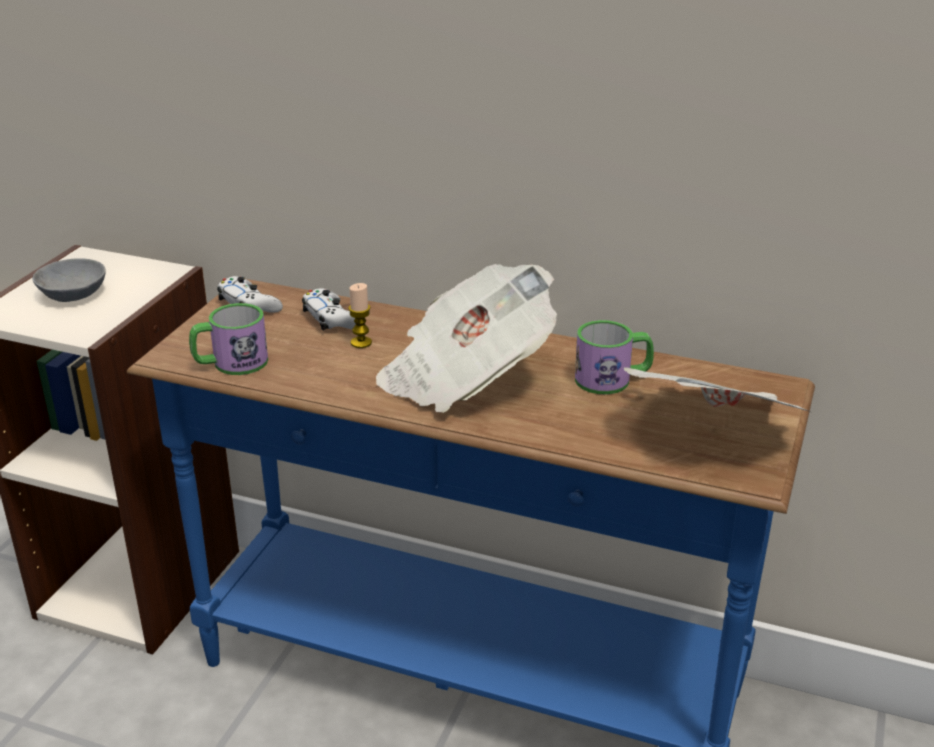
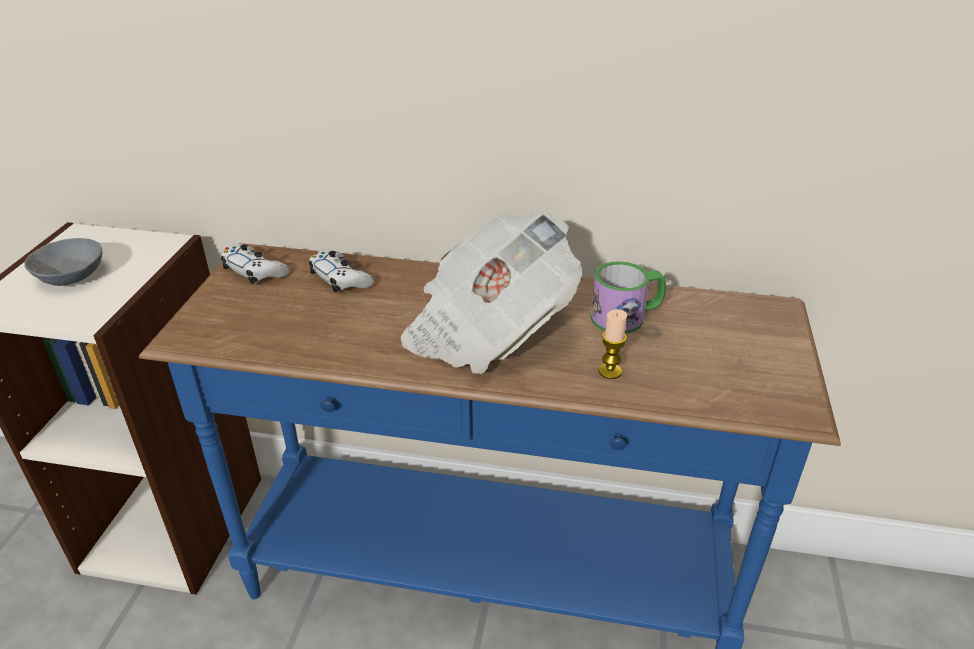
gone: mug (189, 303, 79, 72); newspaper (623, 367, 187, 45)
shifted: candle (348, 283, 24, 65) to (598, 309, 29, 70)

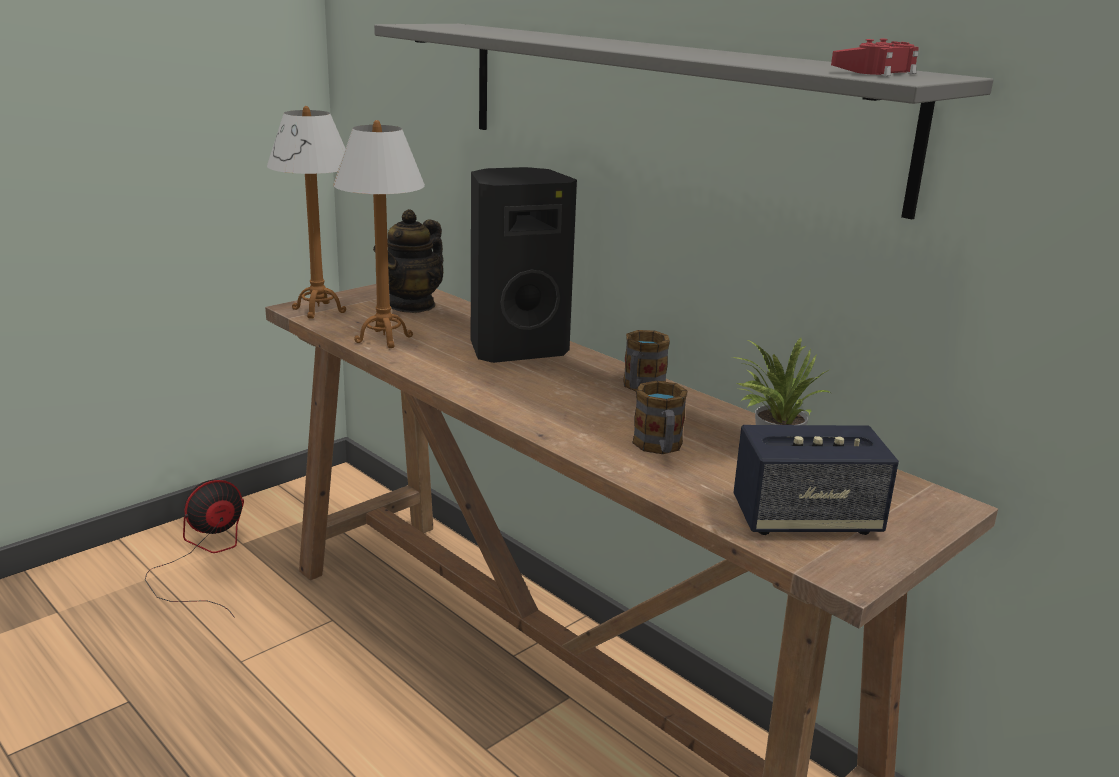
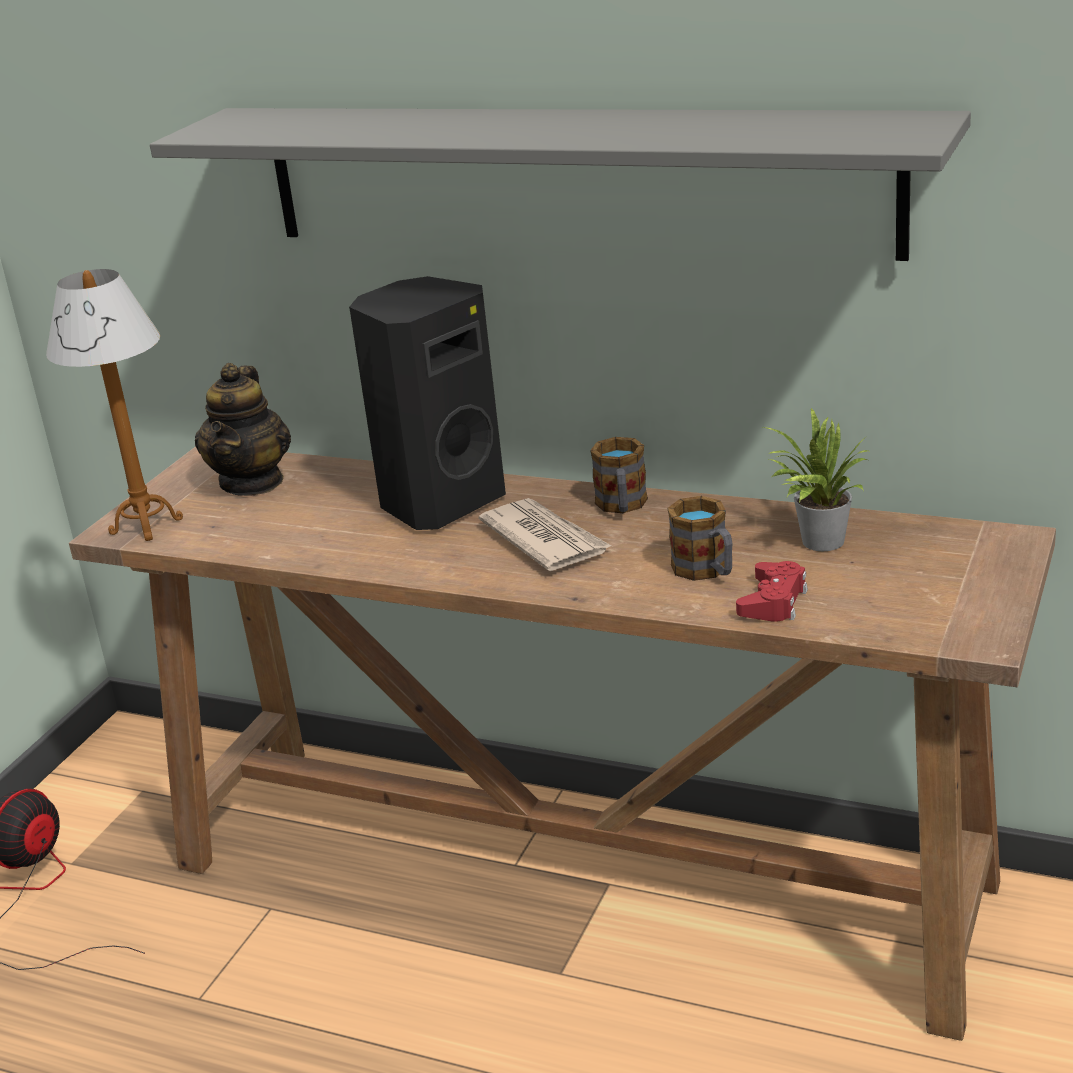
gone: table lamp (333, 120, 92, 228); speaker (733, 425, 166, 110)
new: newspaper (479, 498, 132, 73)
shifted: red game controller (831, 39, 88, 37) to (736, 561, 72, 61)

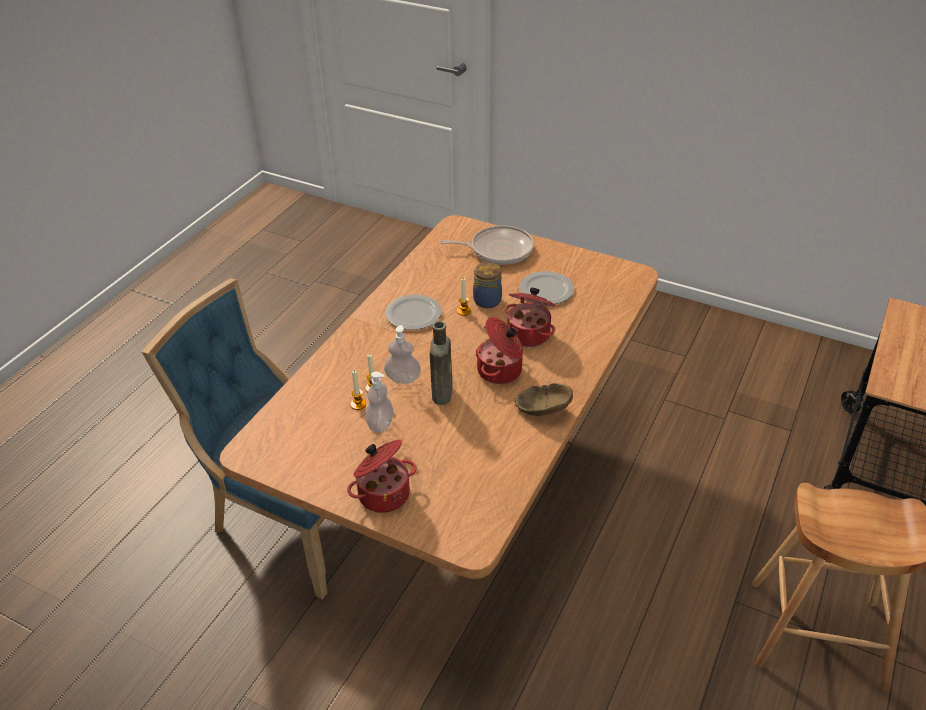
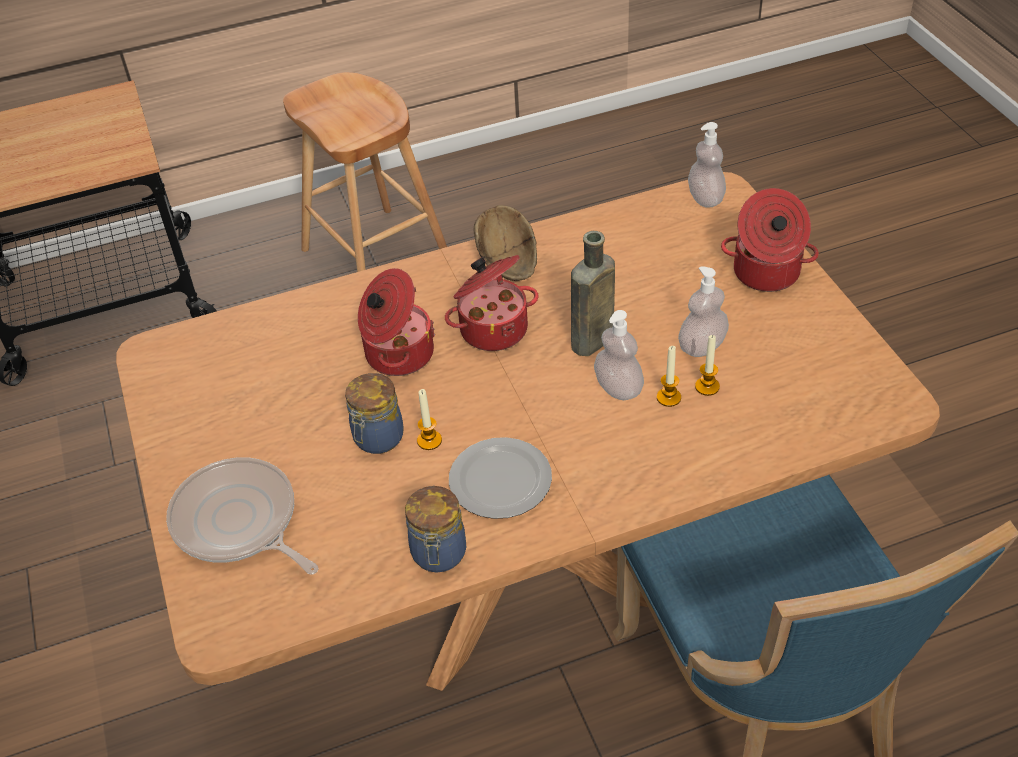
gone: plate (520, 271, 54, 33)
new: jar (405, 486, 61, 86); soap dispenser (688, 122, 38, 86)

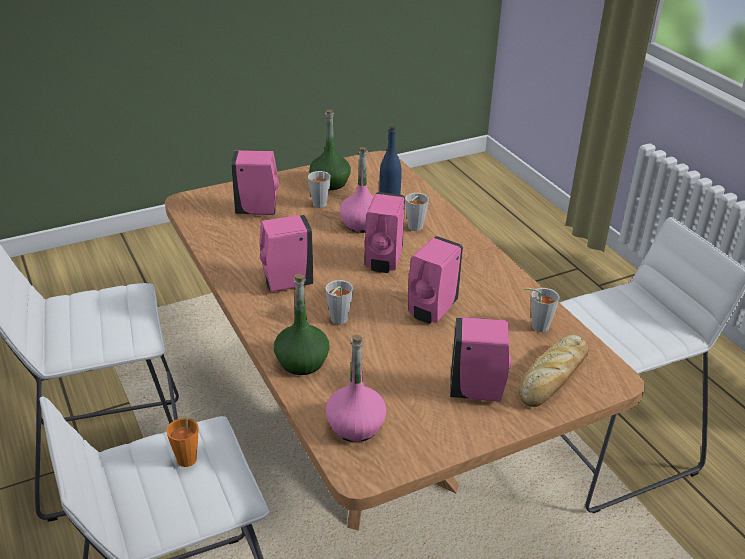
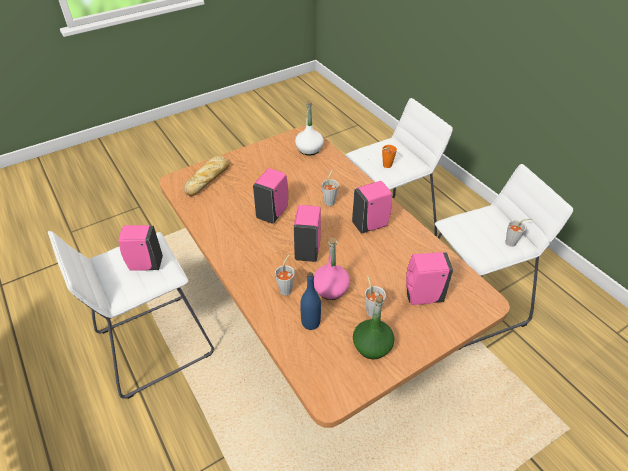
gone: green bottle (274, 274, 56, 101)
shifted: pink soap dispenser (450, 317, 62, 85) to (118, 225, 45, 46); grey cup (524, 288, 36, 44) to (505, 219, 27, 28)
repainted: pink bottle (326, 335, 61, 107) to white bottle (295, 101, 29, 55)

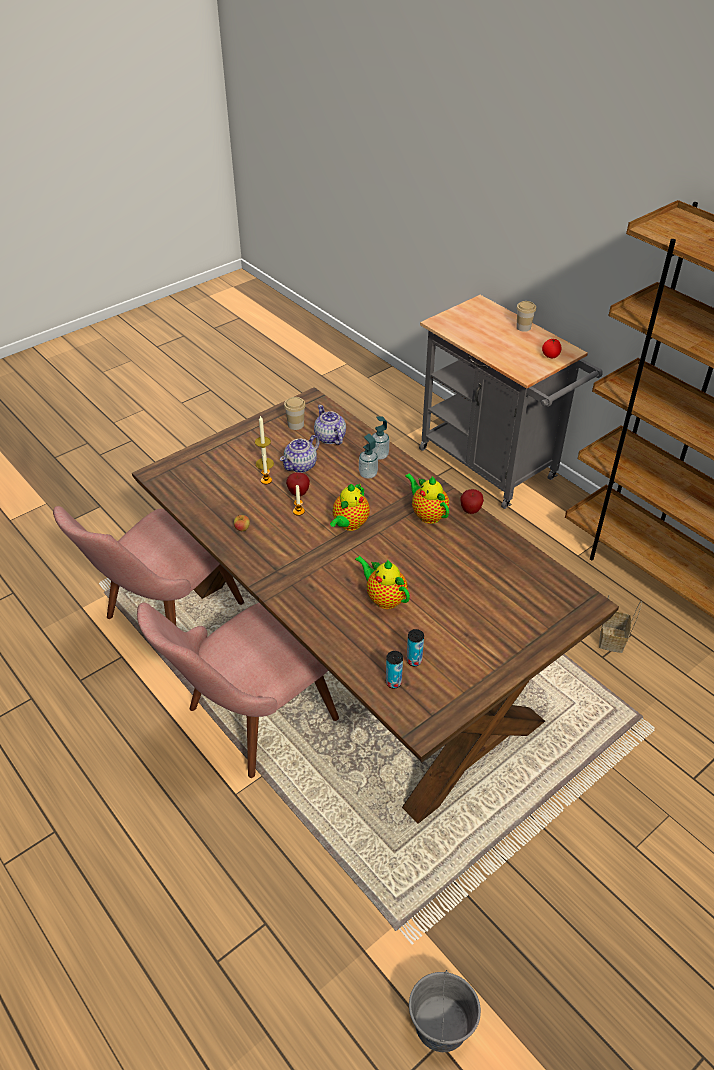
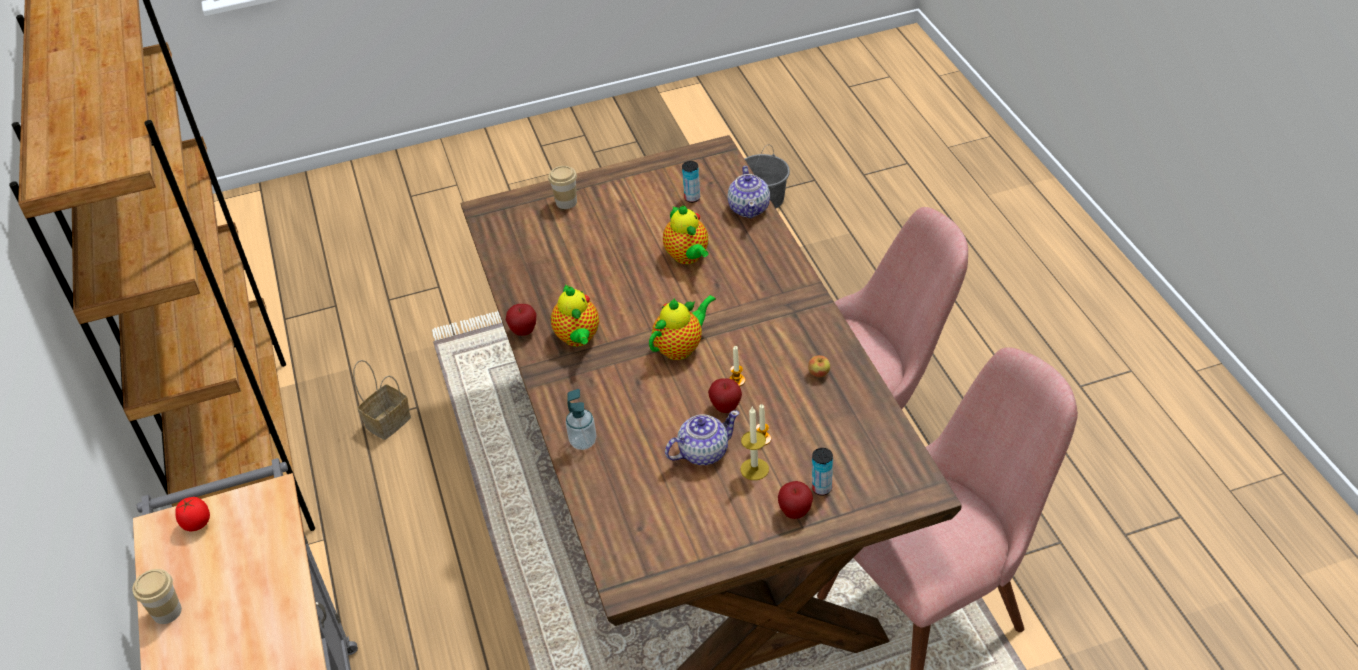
gone: soap dispenser (359, 434, 19, 45)
new: apple (778, 481, 35, 38)
shifted: cup (284, 397, 22, 33) to (548, 166, 29, 43); teapot (314, 405, 32, 40) to (728, 166, 42, 52); can (386, 651, 17, 37) to (812, 448, 21, 48)

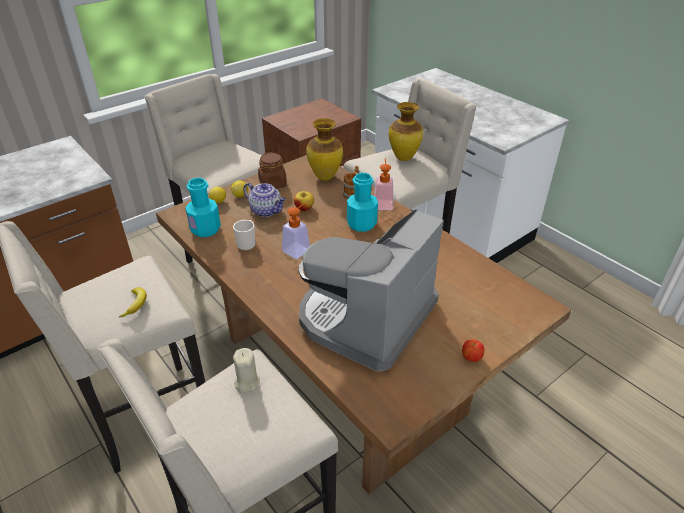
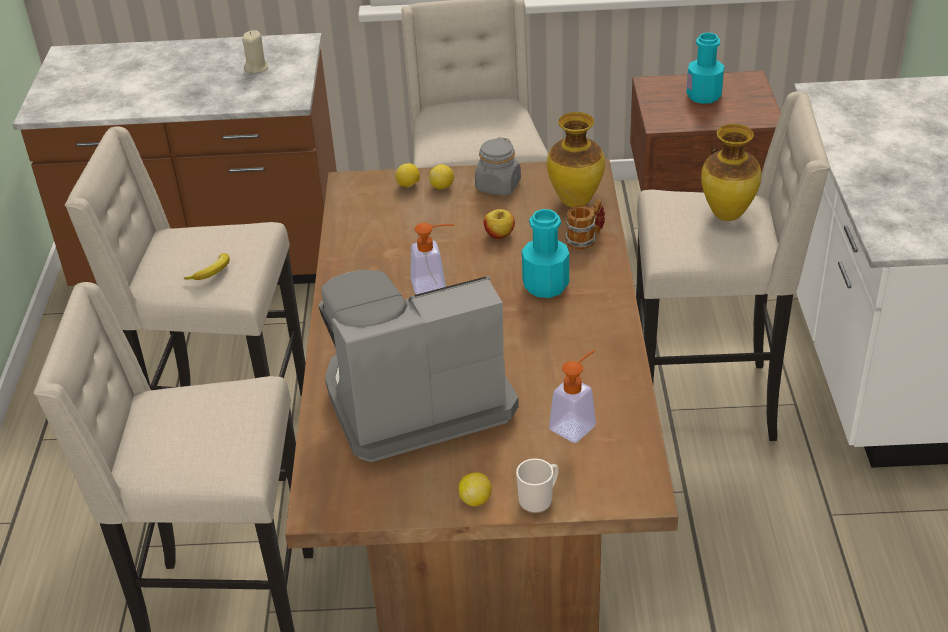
gone: teapot (243, 183, 43, 34)
shifted: beige candle (233, 348, 27, 45) to (242, 30, 26, 44); mug (233, 220, 23, 31) to (516, 458, 43, 55); soap dispenser (374, 158, 20, 52) to (549, 350, 47, 93); turquoise bottle (185, 178, 36, 59) to (686, 33, 38, 71)
swapped: apple (462, 339, 22, 23) to lemon (459, 472, 33, 34)
repainted: brown jar (258, 152, 29, 37) to grey jar (475, 137, 46, 58)

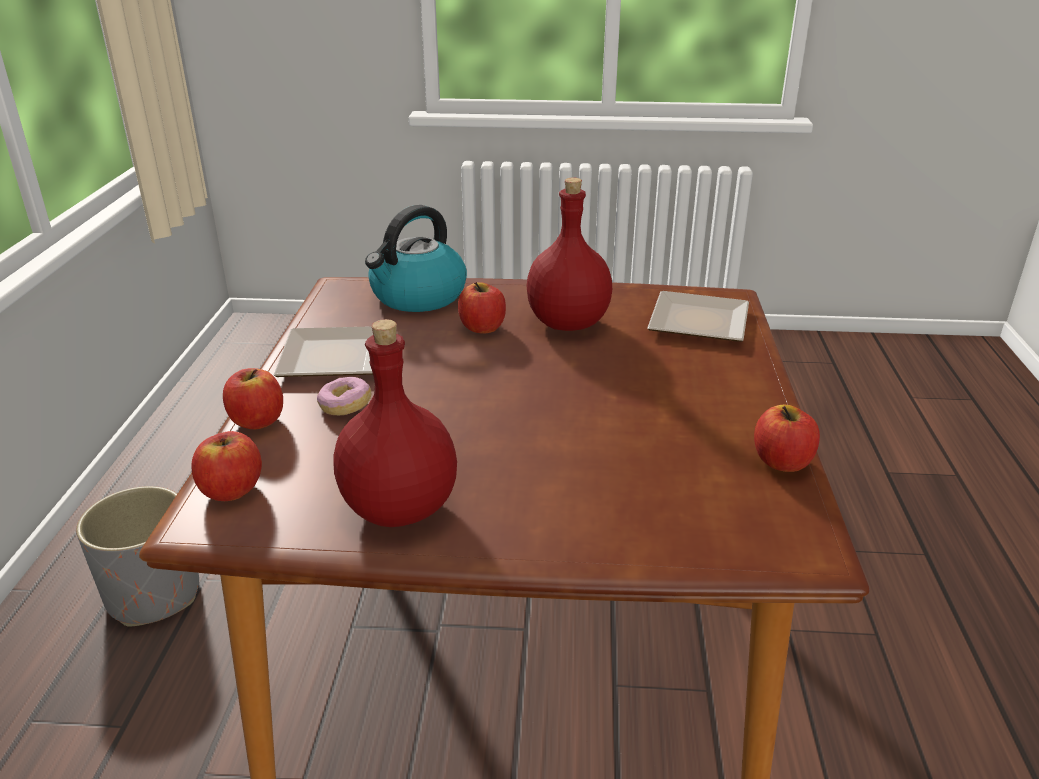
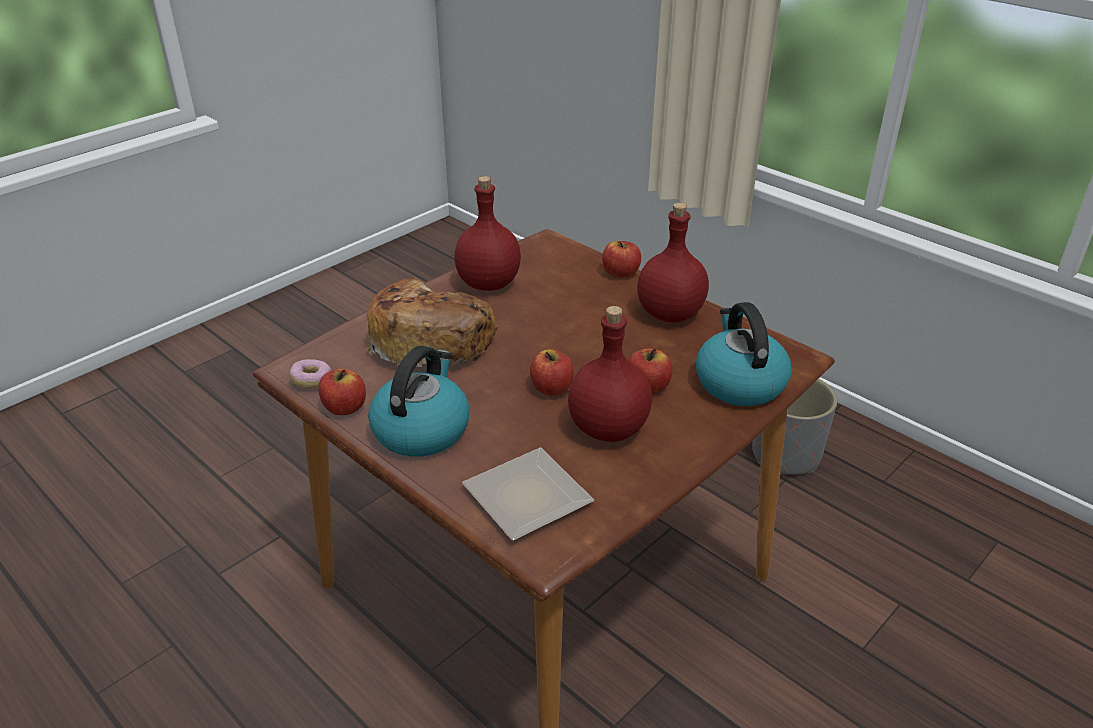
new: bread (366, 278, 132, 93); kettle (368, 346, 102, 111)
shifted: donut (317, 377, 54, 38) to (289, 359, 42, 29); apple (191, 431, 71, 70) to (530, 349, 44, 47)
swapped: plate (274, 326, 99, 51) to red bottle (637, 203, 72, 119)

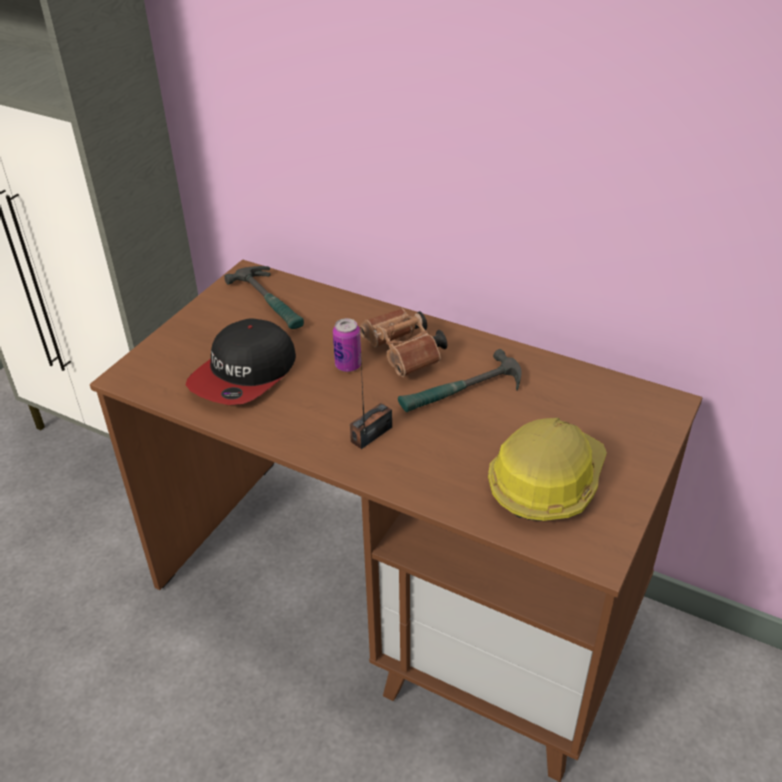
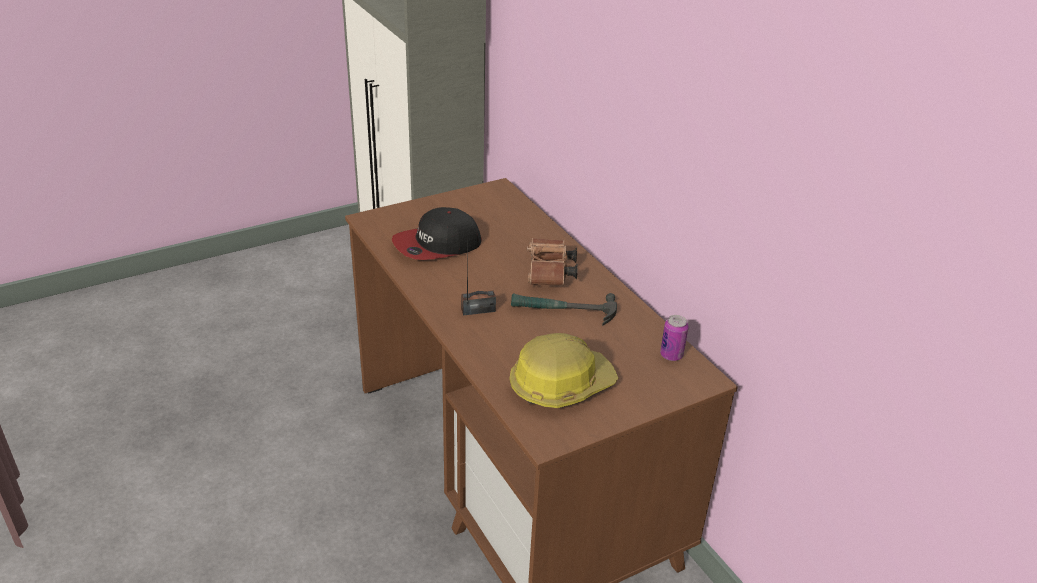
gone: hammer (225, 266, 79, 63)
shifted: can (333, 318, 29, 54) to (660, 315, 29, 46)

